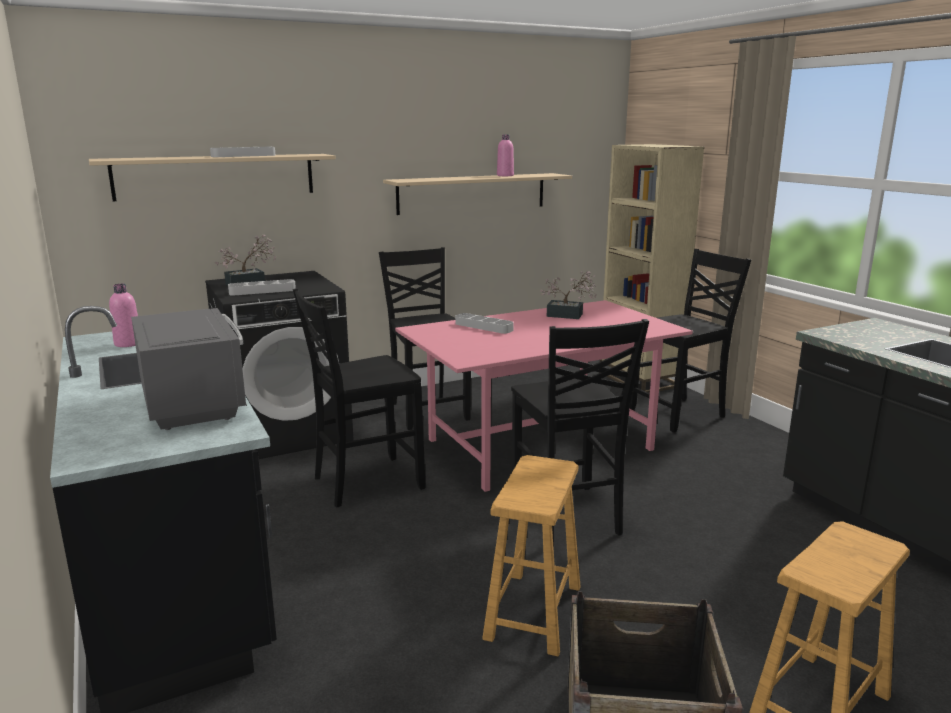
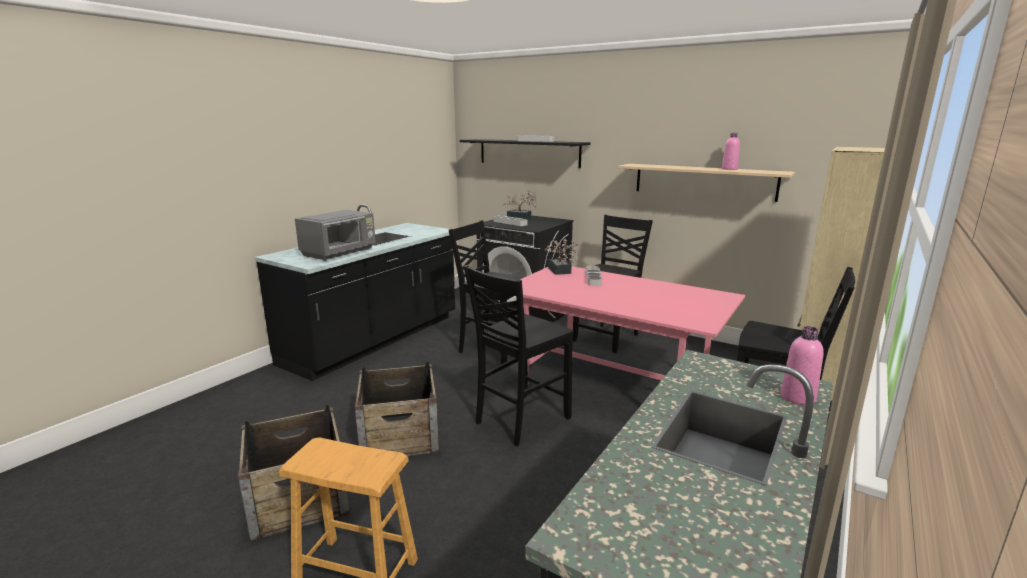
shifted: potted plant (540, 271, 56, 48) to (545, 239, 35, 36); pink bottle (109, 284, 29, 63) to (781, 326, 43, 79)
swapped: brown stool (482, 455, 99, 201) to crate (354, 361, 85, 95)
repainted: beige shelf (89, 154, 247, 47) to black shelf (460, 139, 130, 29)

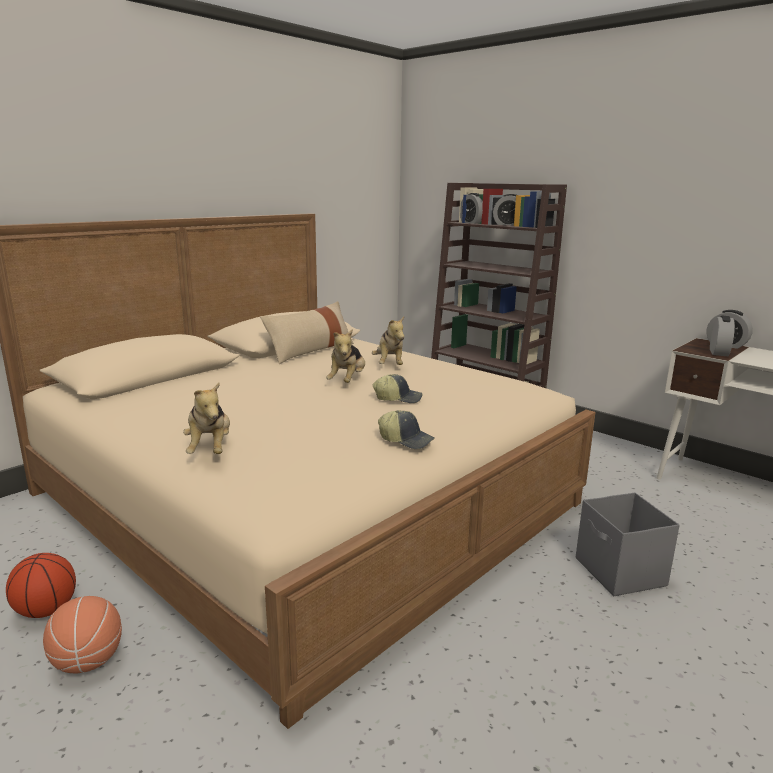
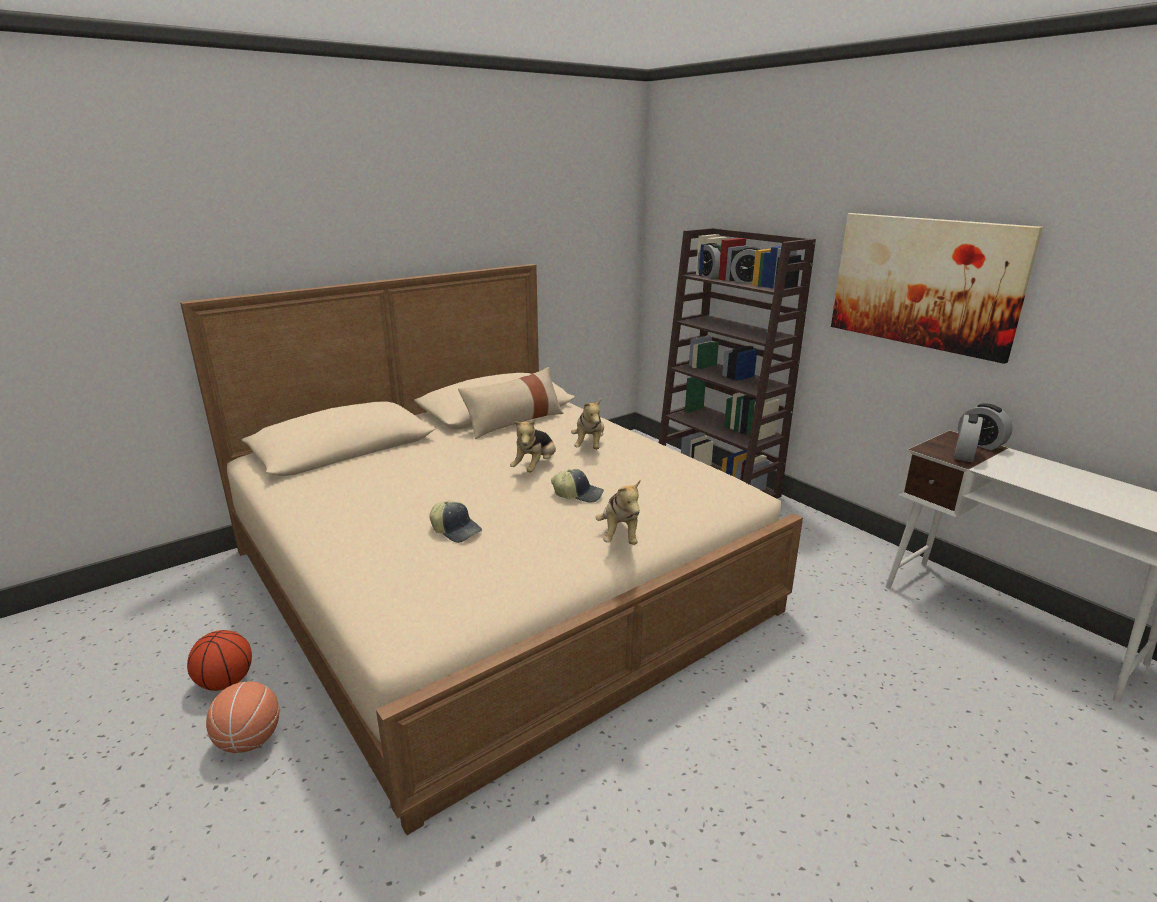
gone: grey storage box (576, 492, 104, 104)
new: picture (831, 213, 212, 151)
shifted: cap (378, 410, 57, 39) to (430, 501, 52, 42); plush toy (183, 383, 47, 71) to (596, 479, 45, 66)

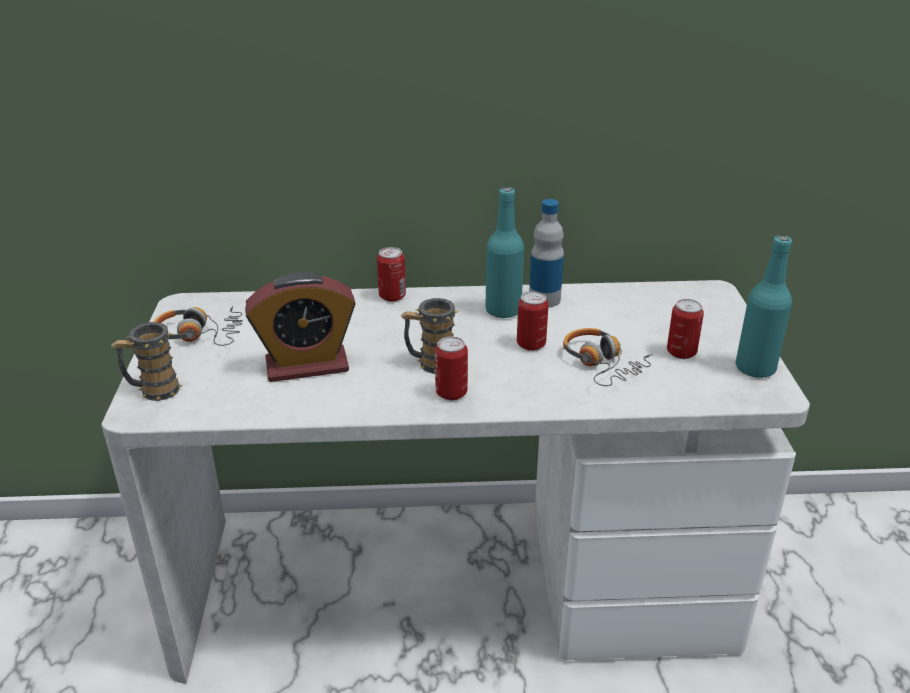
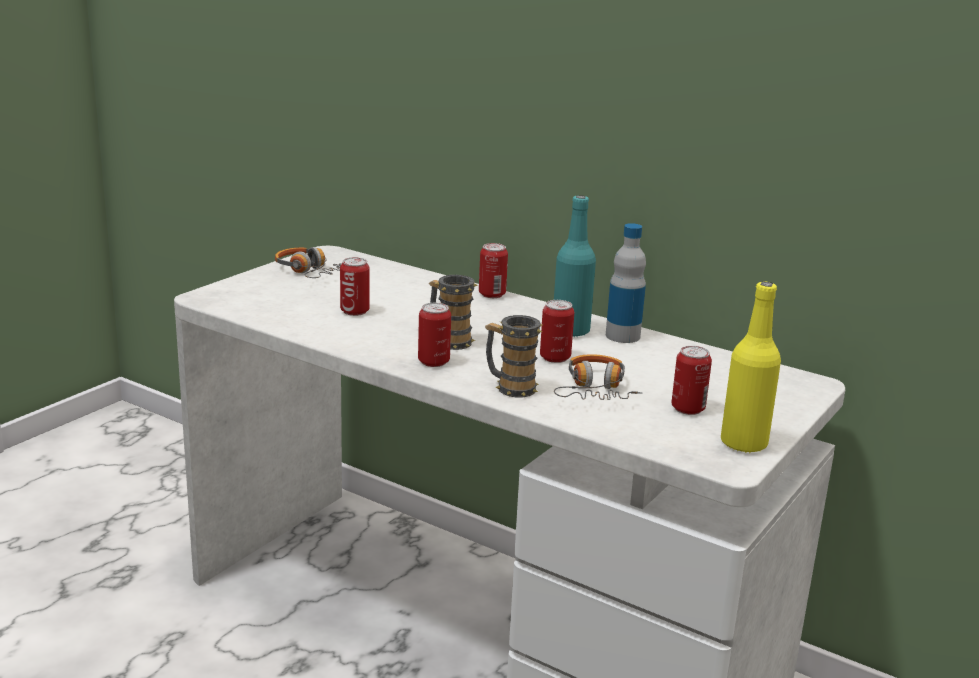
shifted: mug (111, 322, 72, 79) to (485, 315, 57, 82)
swapped: alarm clock (245, 272, 111, 110) to can (340, 257, 30, 59)
repainted: turquoise bottle (735, 235, 57, 144) to yellow bottle (721, 281, 60, 172)

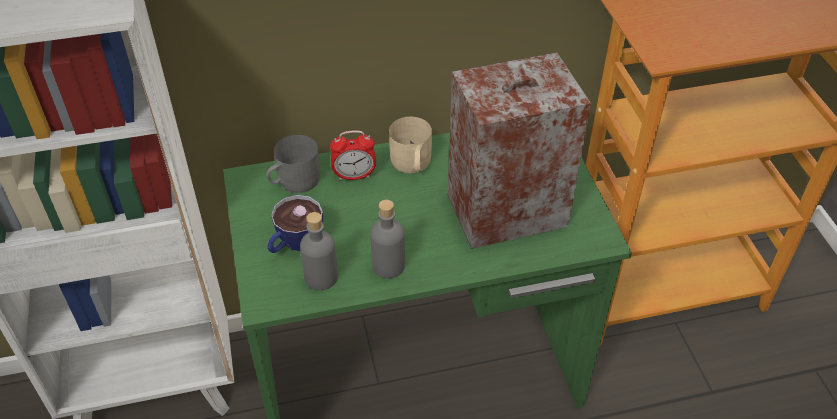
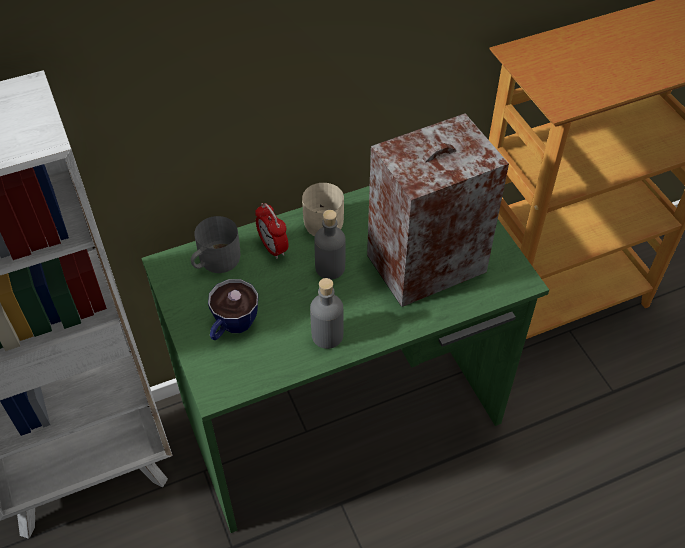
shifted: grey bottle (300, 212, 38, 78) to (314, 210, 32, 69)
rotated: alarm clock (330, 130, 46, 51) = (255, 203, 34, 56) 75 degrees clockwise

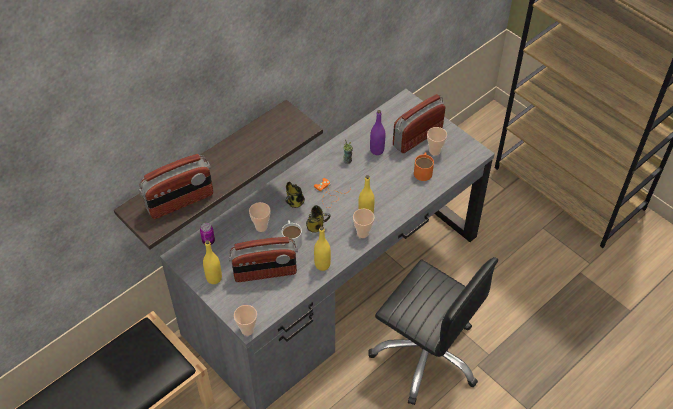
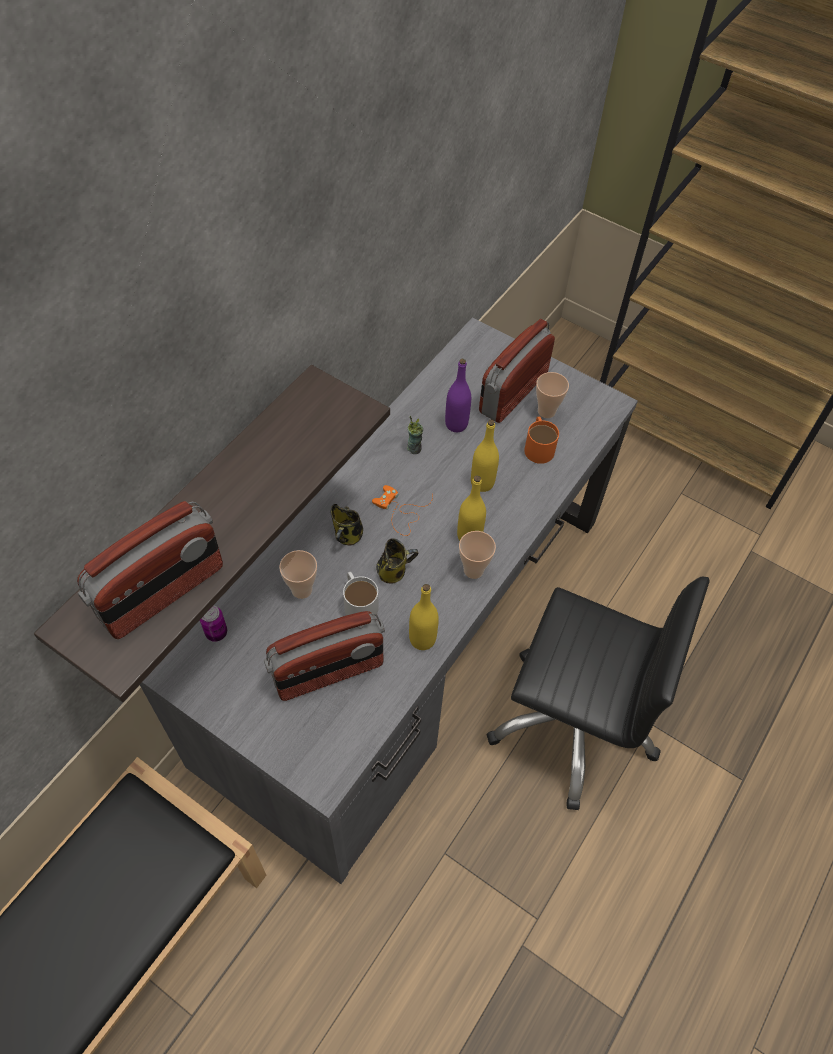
gone: cup (234, 305, 23, 31)
shifted: yellow bottle (203, 240, 19, 44) to (471, 420, 28, 72)

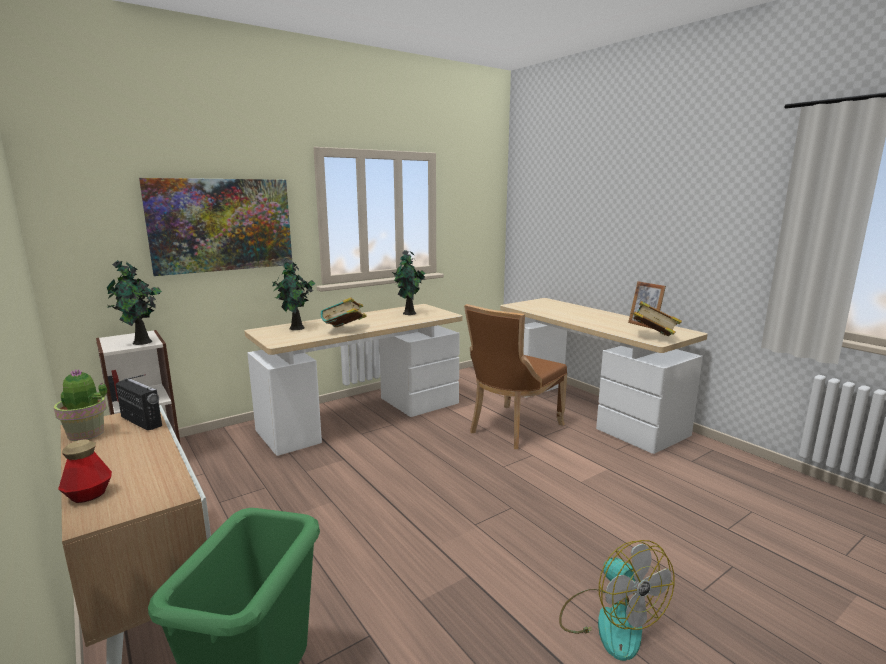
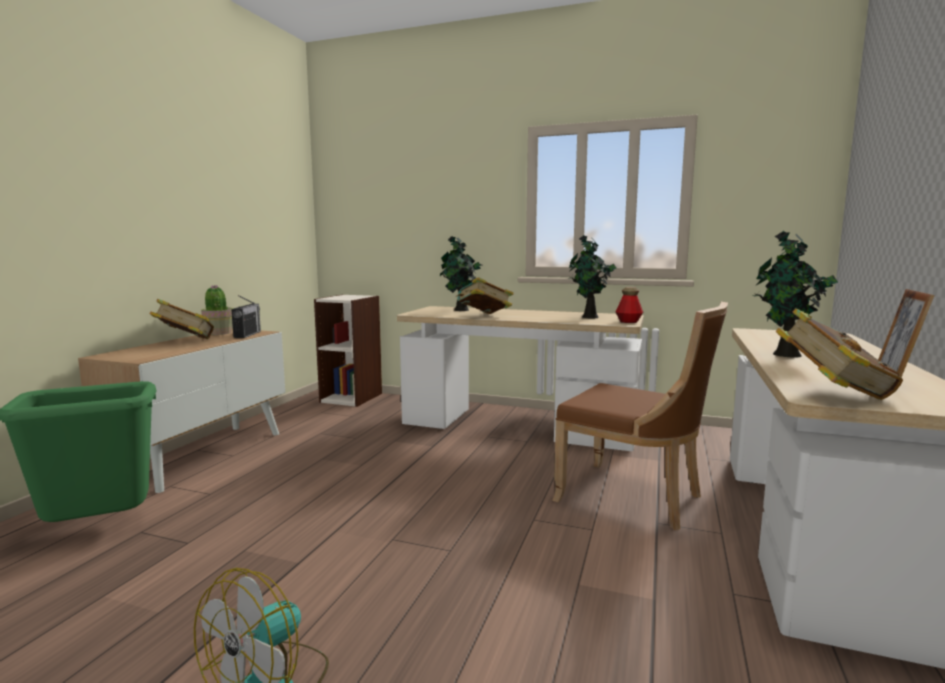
gone: picture (139, 178, 153, 98)
new: book (150, 299, 64, 40)
shifted: bottle (58, 439, 54, 64) to (616, 287, 27, 36); potted plant (107, 260, 55, 85) to (752, 231, 86, 127)
rotated: brown chair (464, 304, 103, 145) = (552, 302, 176, 228) 150 degrees counterclockwise

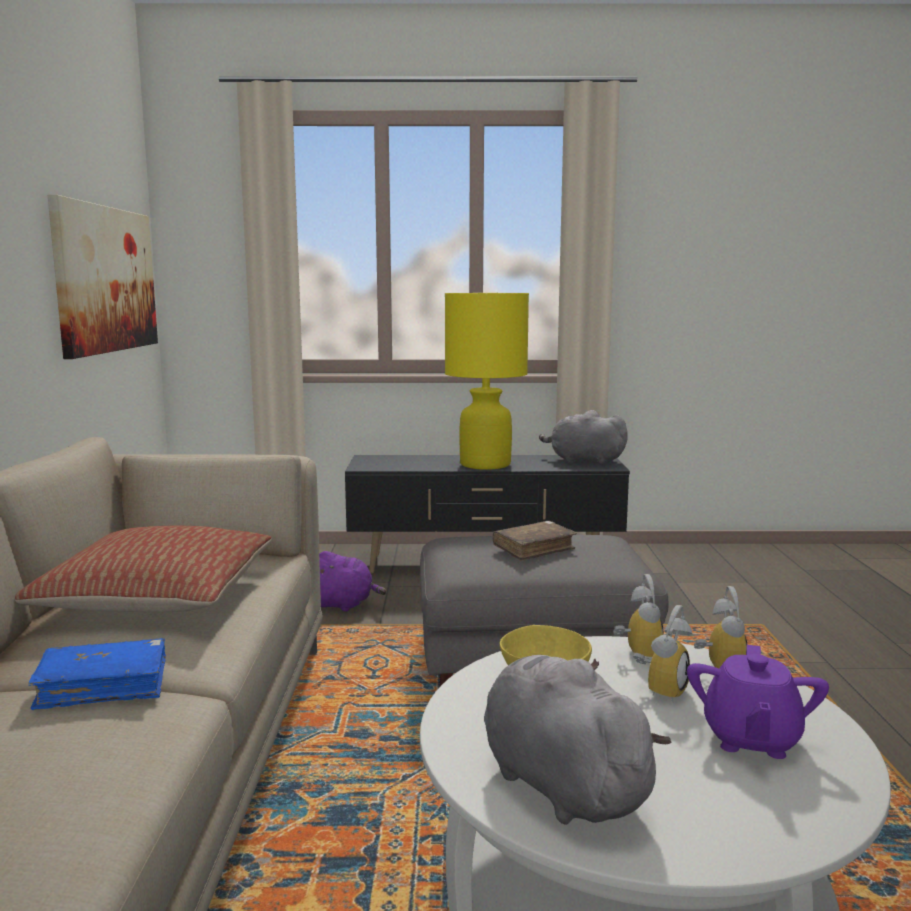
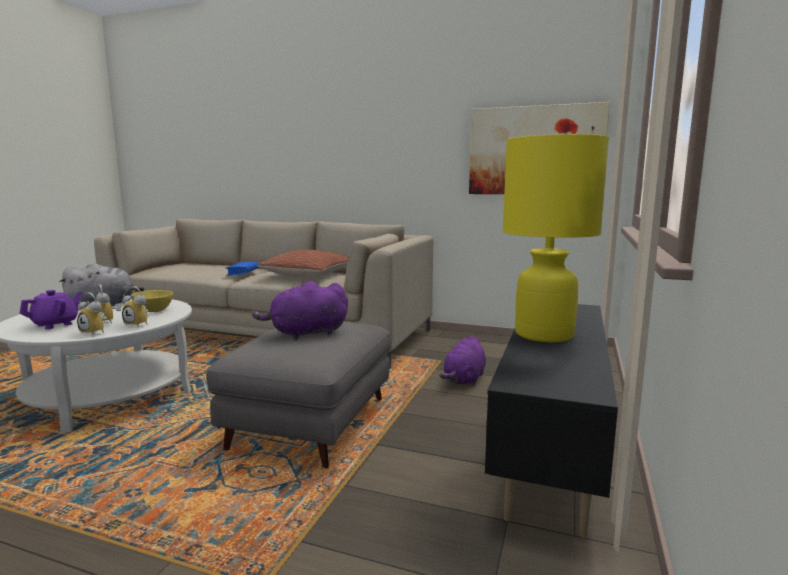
gone: grey plush toy (539, 410, 89, 54)
swapped: brown book (493, 521, 84, 40) to purple plush toy (252, 281, 96, 58)
rotated: purple teapot (687, 645, 142, 114) = (19, 290, 64, 39) 90 degrees clockwise

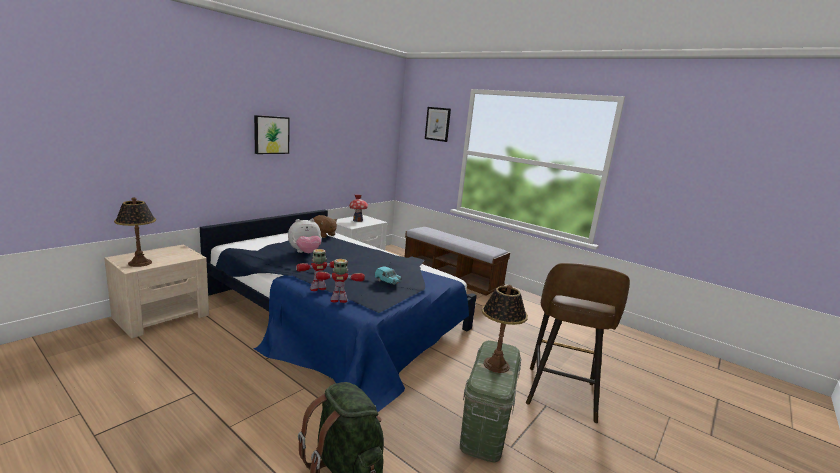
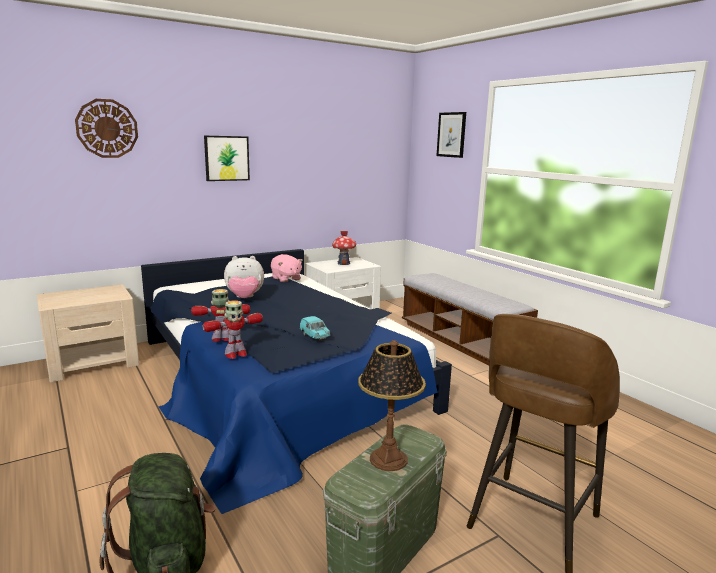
gone: table lamp (114, 197, 42, 70)
new: wall clock (75, 99, 63, 59)
repainted: brown plush toy (313, 215, 24, 23) to pink plush toy (271, 254, 32, 28)
rotated: toy robot (316, 259, 49, 44) = (202, 300, 61, 59) 135 degrees clockwise

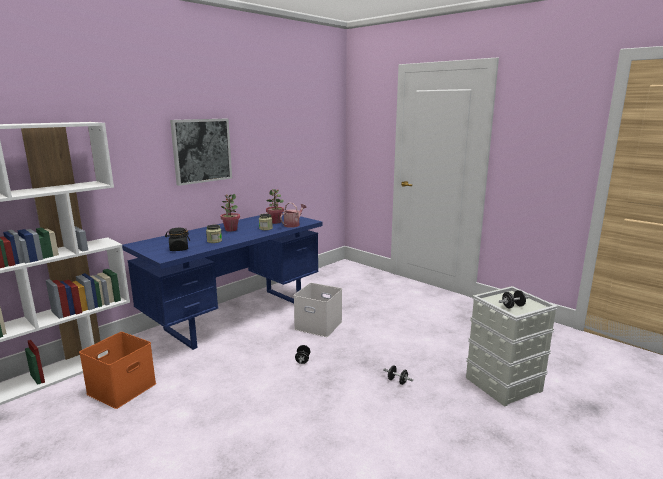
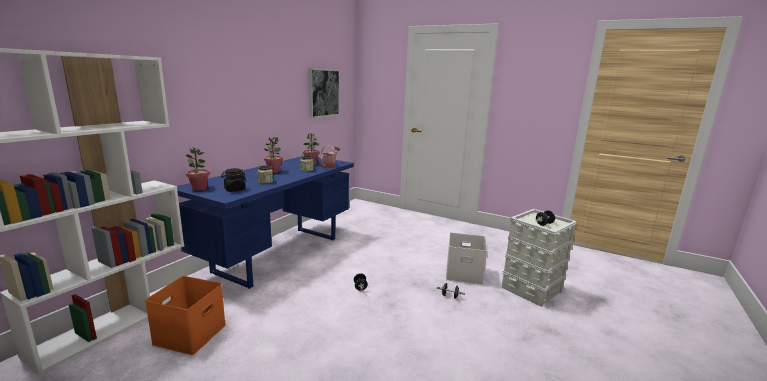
new: potted plant (186, 147, 24, 43)
shifted: picture (170, 119, 62, 67) to (308, 68, 32, 50); white storage box (294, 283, 48, 54) to (446, 232, 41, 53)

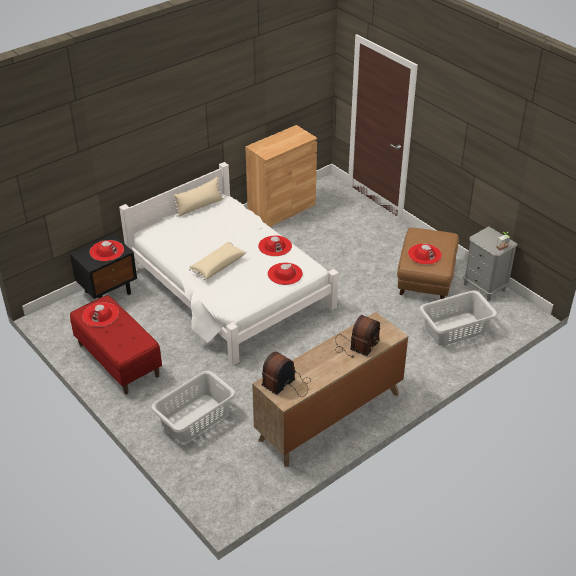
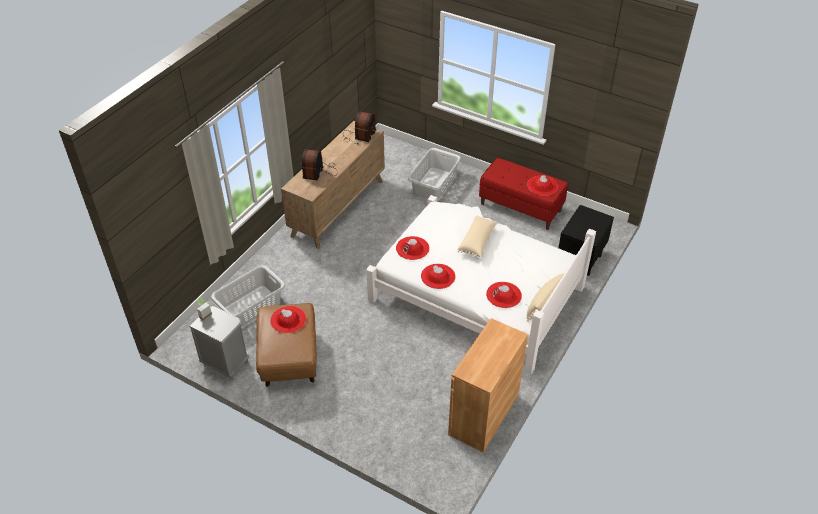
shifted: red hat (90, 240, 34, 21) to (486, 282, 36, 26)

